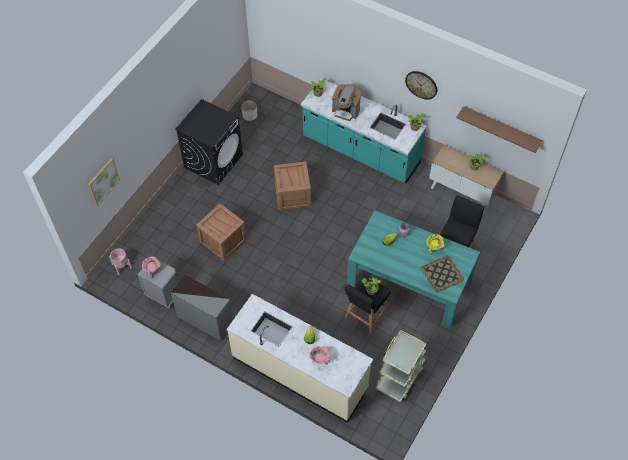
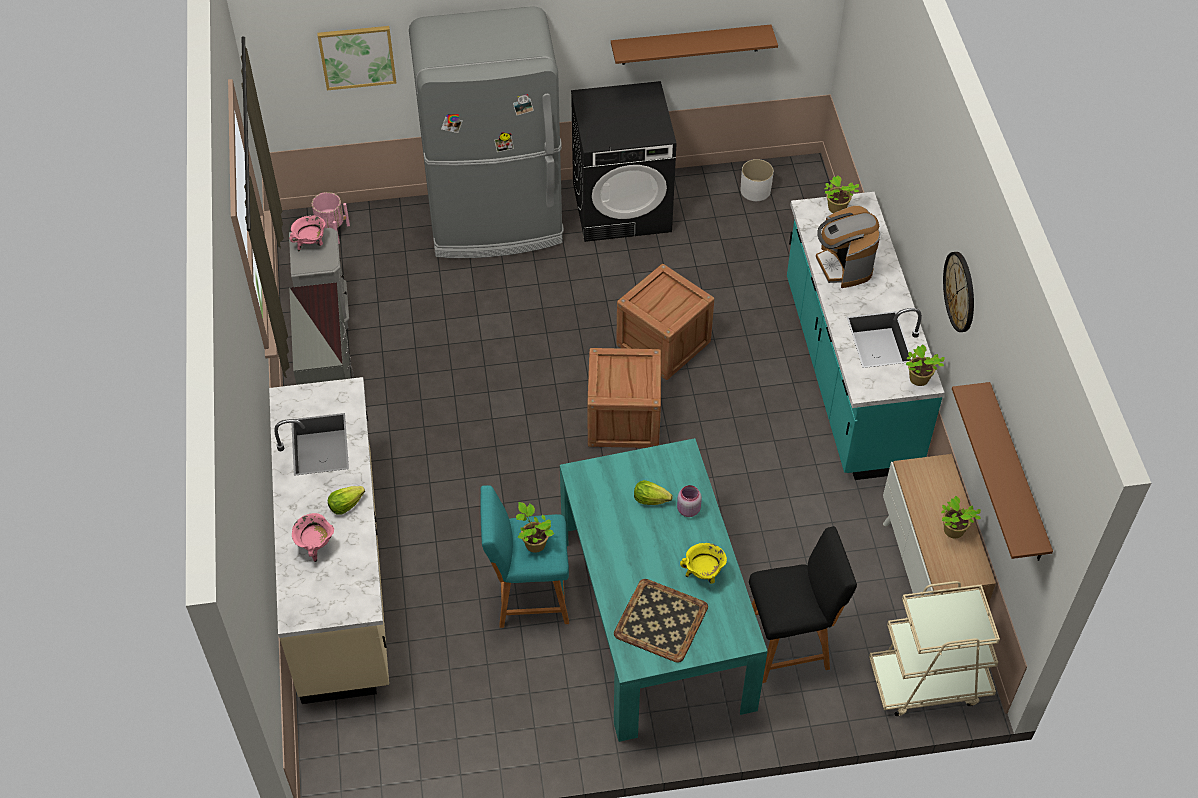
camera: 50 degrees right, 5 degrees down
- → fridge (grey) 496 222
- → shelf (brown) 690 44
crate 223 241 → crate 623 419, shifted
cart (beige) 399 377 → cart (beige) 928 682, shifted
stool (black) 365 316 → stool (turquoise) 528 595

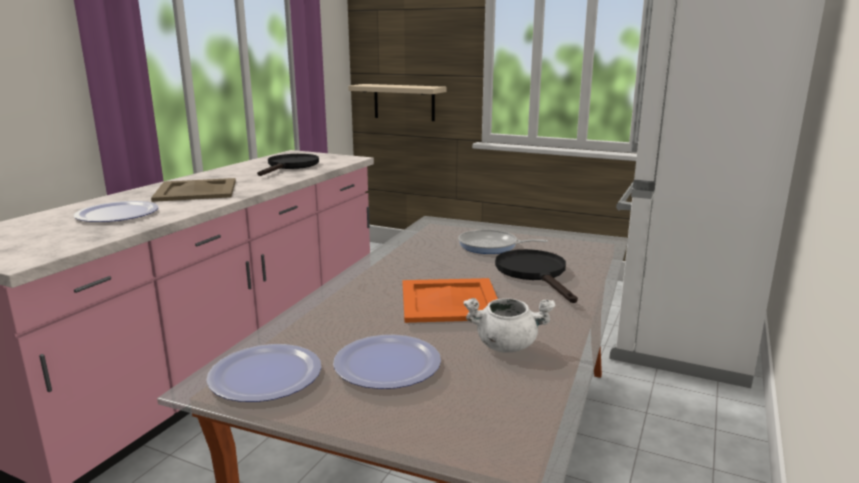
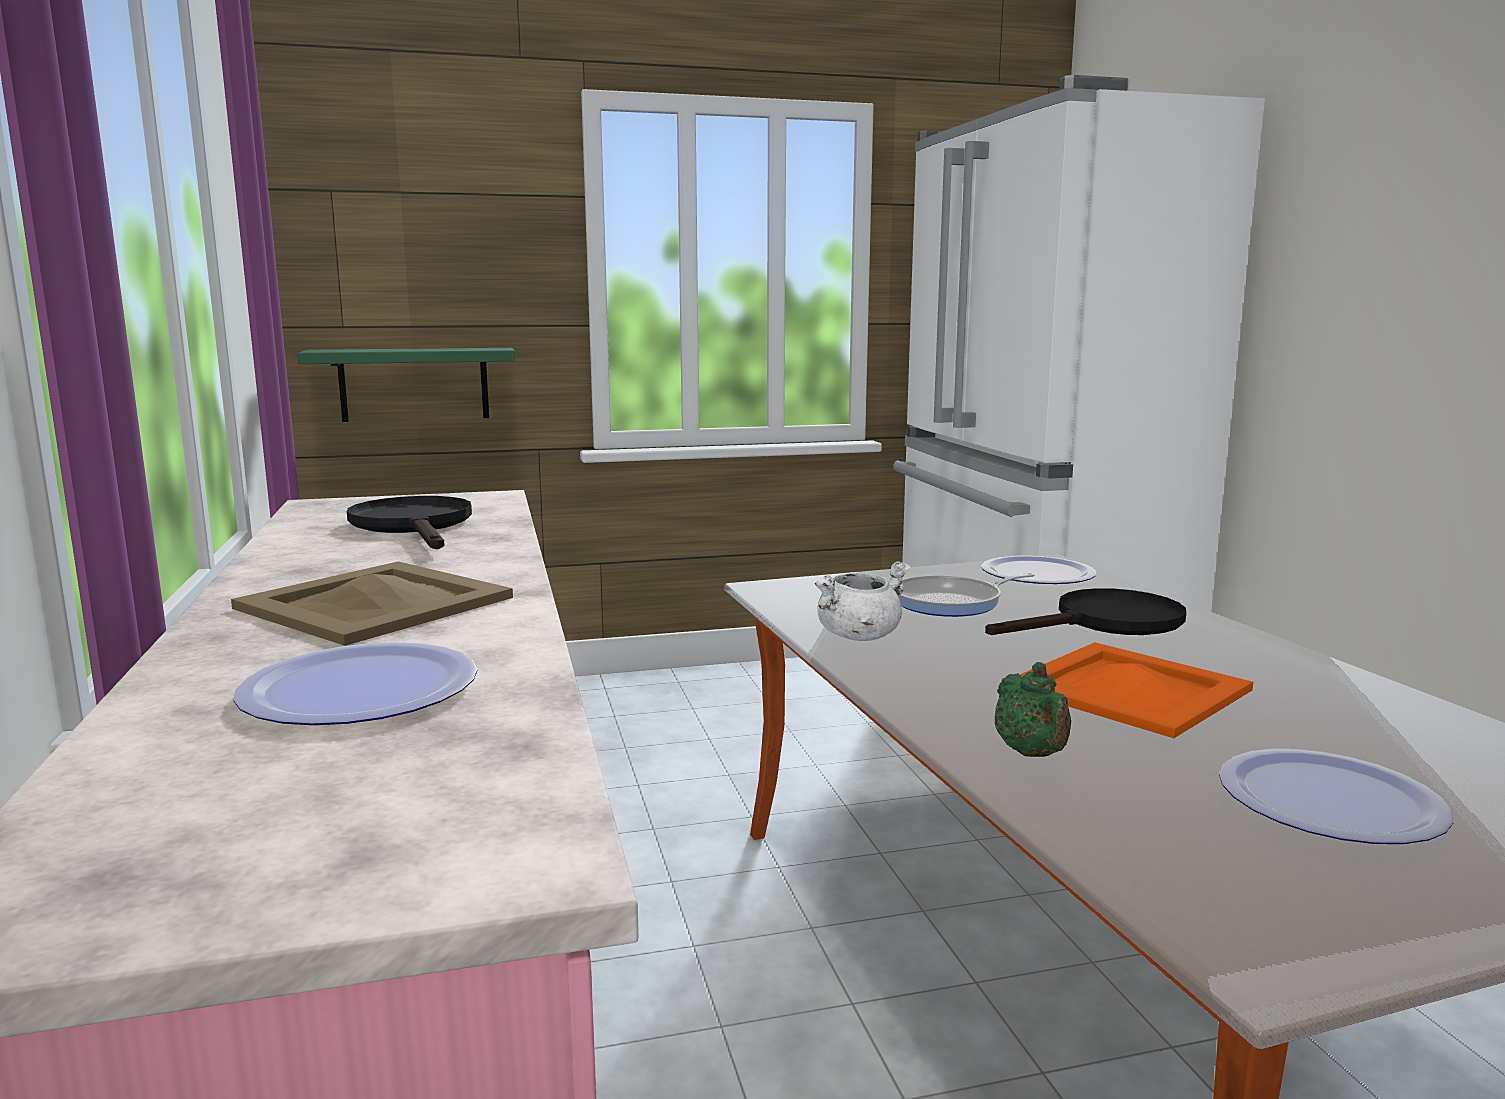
camera: 40 degrees left, 5 degrees down
- → teapot (green) 1032 754
plate 265 375 → plate 1037 573, shifted
cooking pot (white) 506 345 → cooking pot (white) 859 636, shifted
shelf (beige) 404 102 → shelf (green) 414 384
frying pan (black) 535 273 → frying pan (black) 1105 623, 120 degrees clockwise

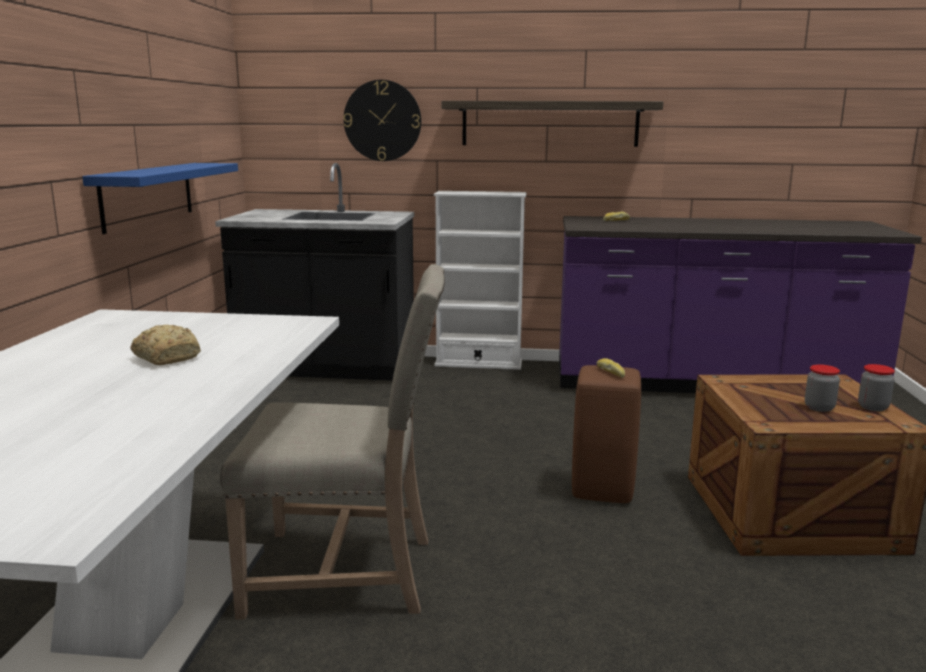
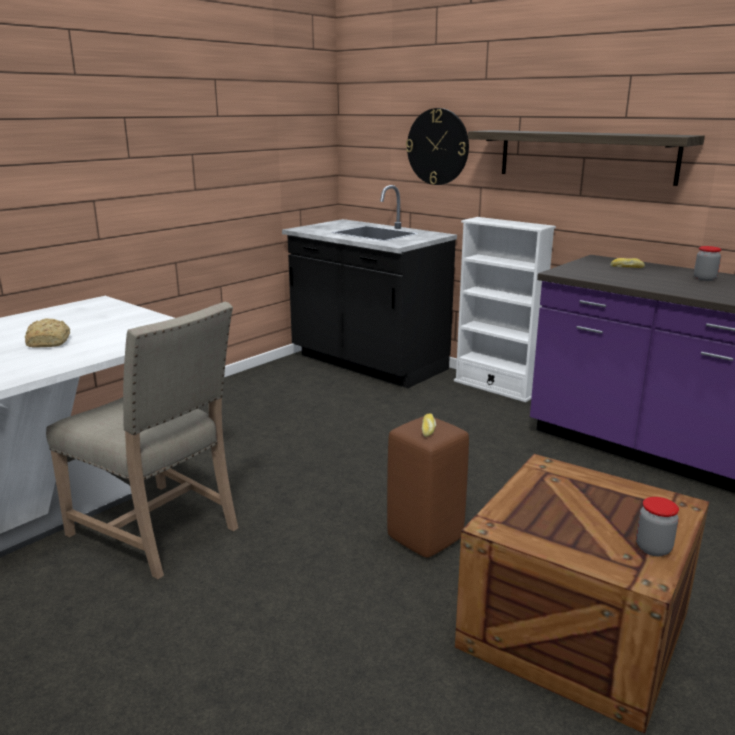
camera: 35 degrees right, 5 degrees up
shelf (blue) 148 195 → -
jar 819 408 → jar 704 279, shifted

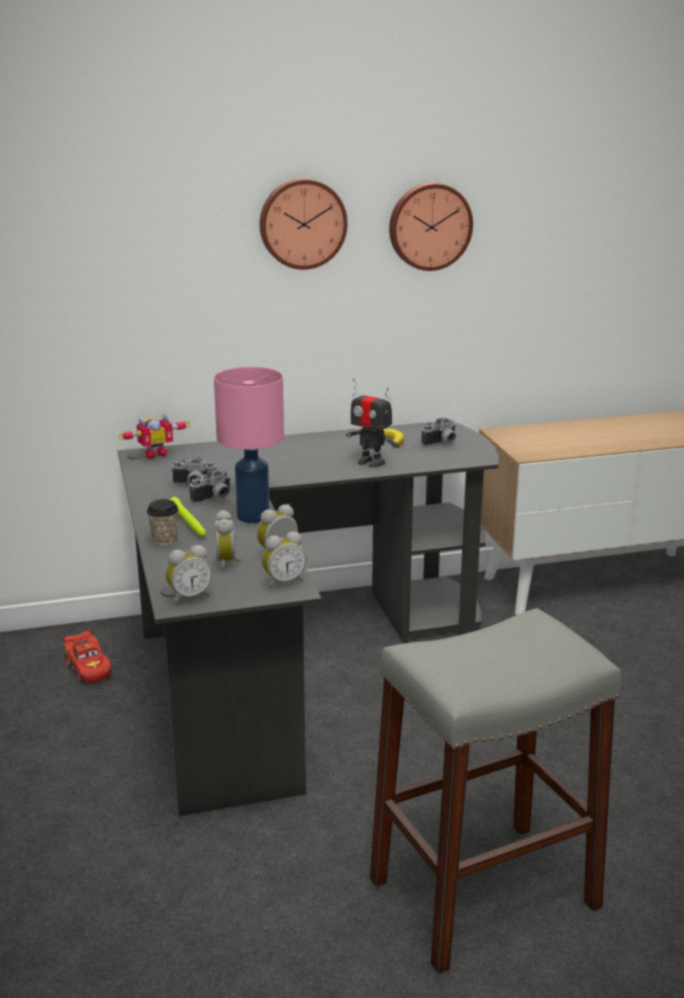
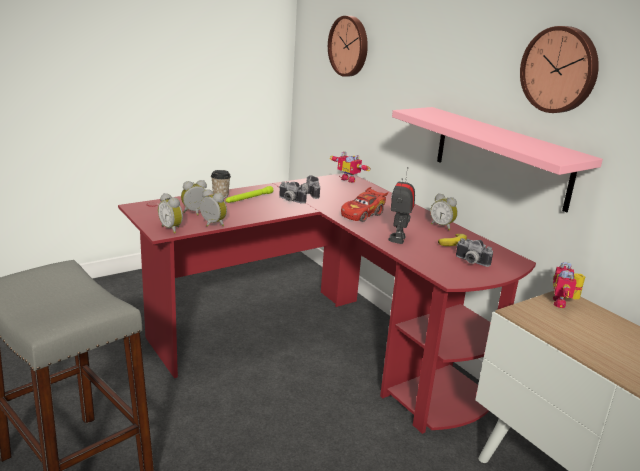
camera: 70 degrees right, 0 degrees up
table lamp (pink) 254 516 → -
- → shelf (pink) 501 157
- → toy robot 563 303
toy car (red) 88 668 → toy car (red) 363 214, shifted
alarm clock 189 597 → alarm clock 442 226, shifted
wall clock 302 223 → wall clock 349 46, shifted
desk (black) 287 662 → desk (red) 323 347

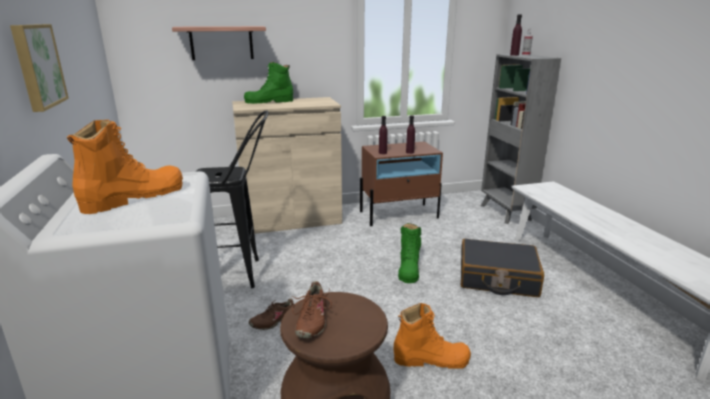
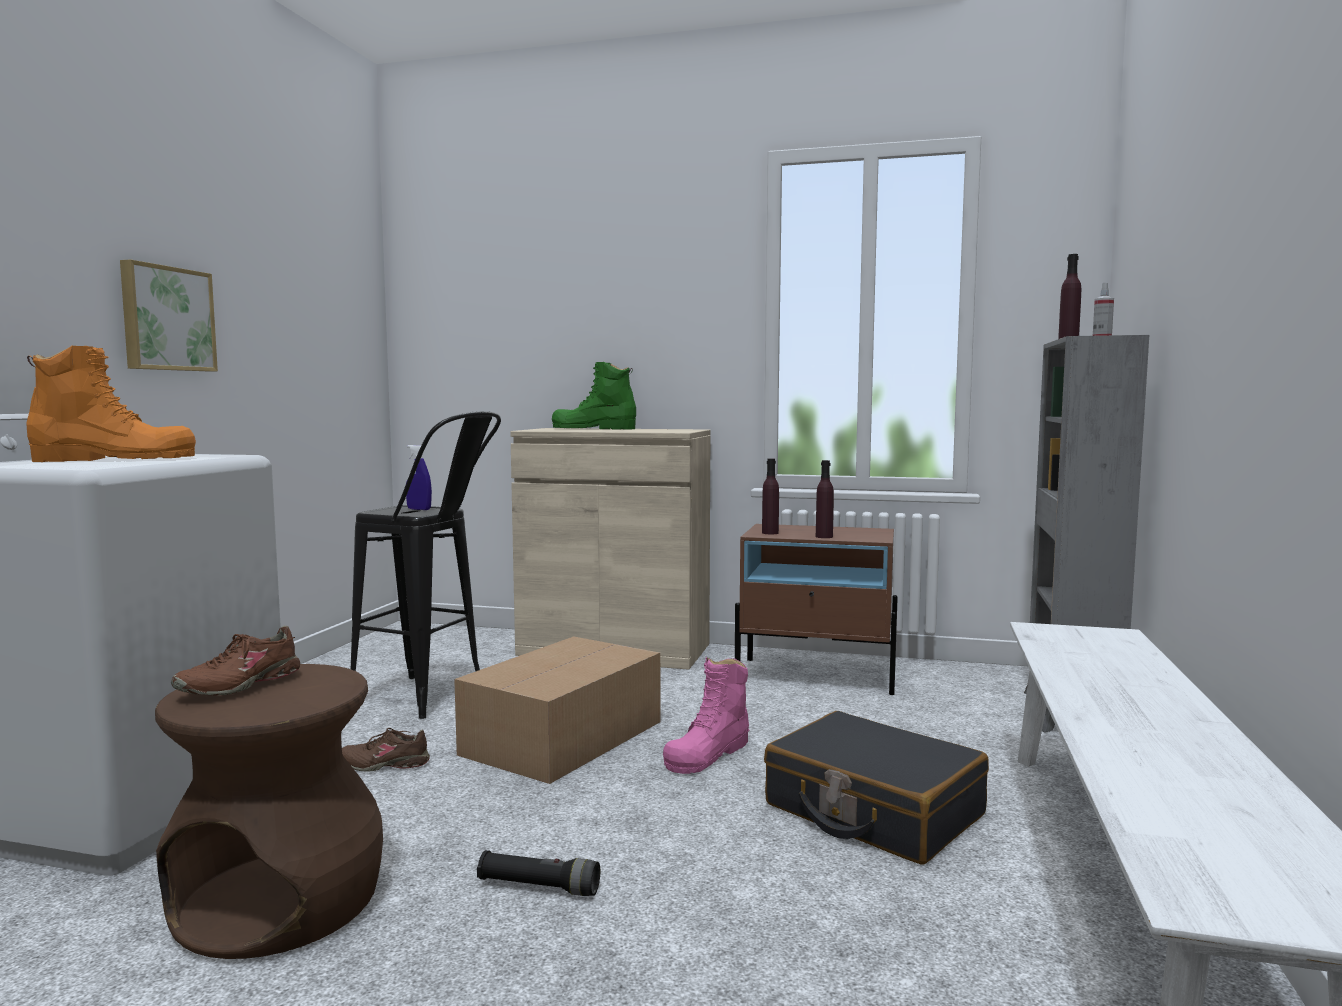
camera: 30 degrees right, 15 degrees down
shelf 221 43 → -
- → spray bottle (blue) 419 509
- → cardboard box 560 738
boot (orange) 431 359 → flashlight (black) 539 887
boot (green) 408 269 → boot (pink) 708 754

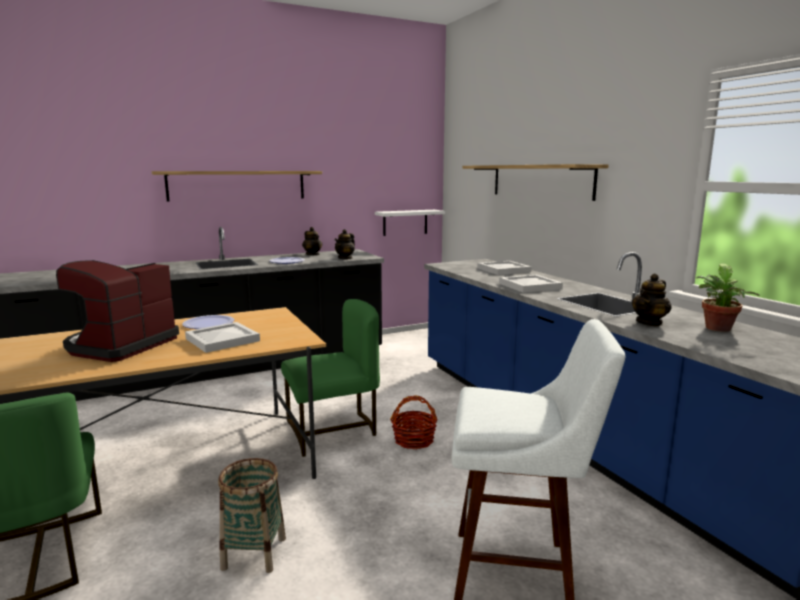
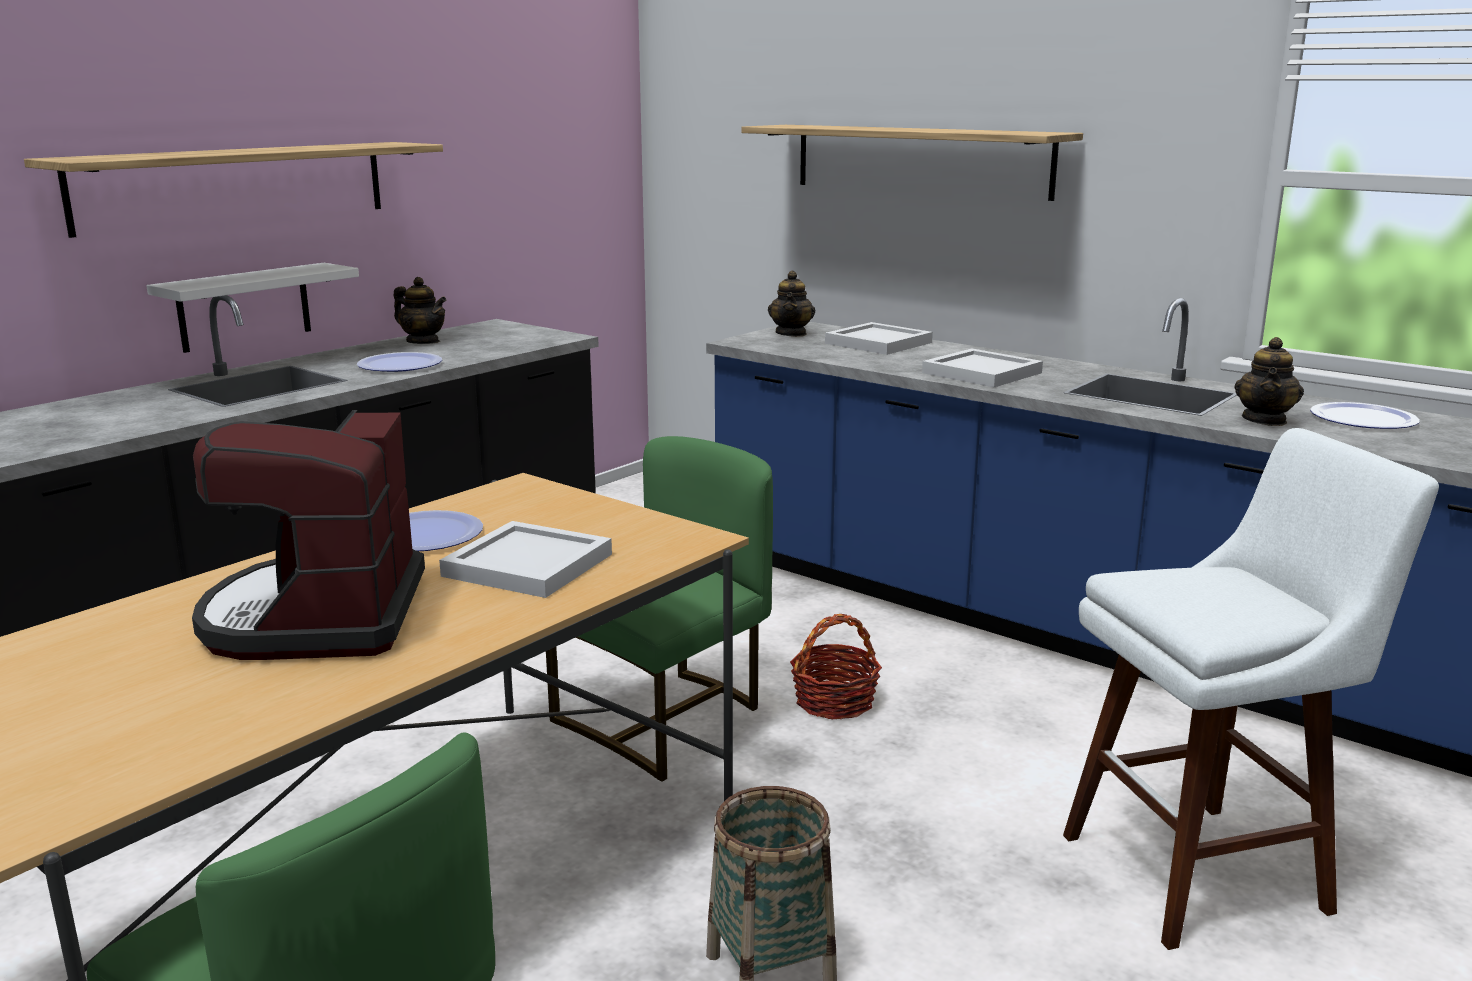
camera: 25 degrees left, 5 degrees up
teapot 345 258 → teapot 791 333, shifted
shelf (white) 405 222 → shelf (white) 244 307, shifted
potted plant 718 329 → plate 1363 419

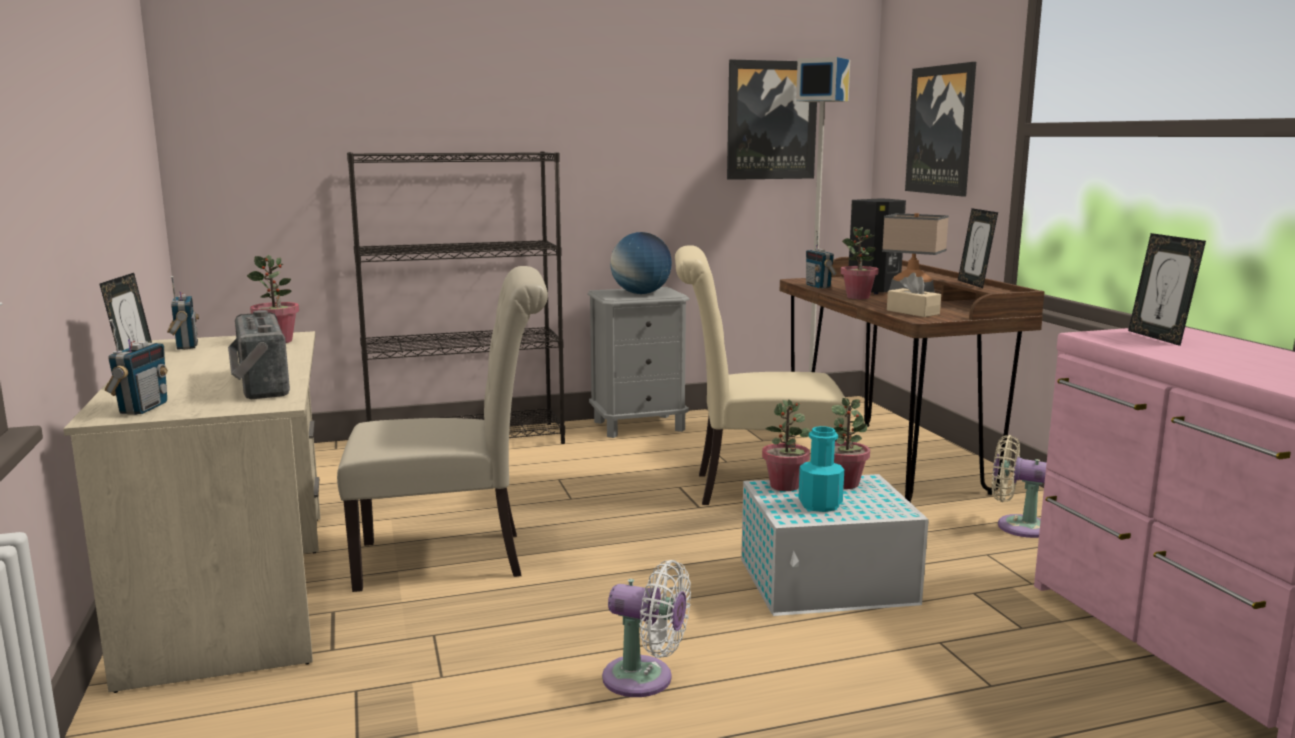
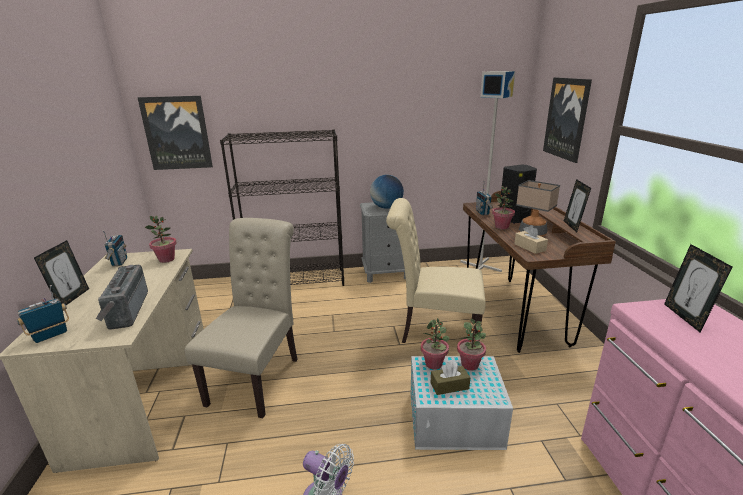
camera: 10 degrees right, 10 degrees up
fan (beige) 1017 526 → -
picture 771 120 → picture 177 133, shifted
bottle (turquoise) 820 505 → tissue box (brown) 449 386
radio 143 408 → radio 50 335, 150 degrees counterclockwise
chair (beige) 453 558 → chair (beige) 258 377, 75 degrees counterclockwise

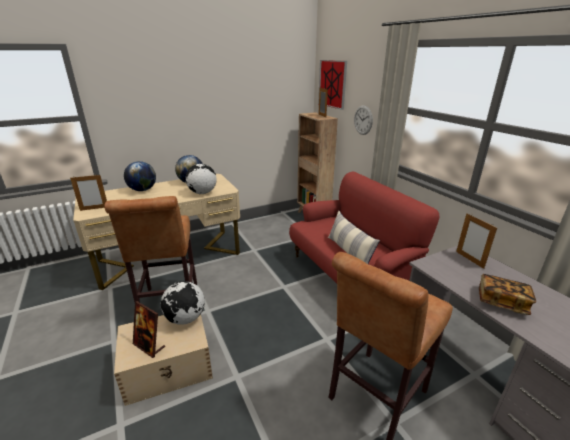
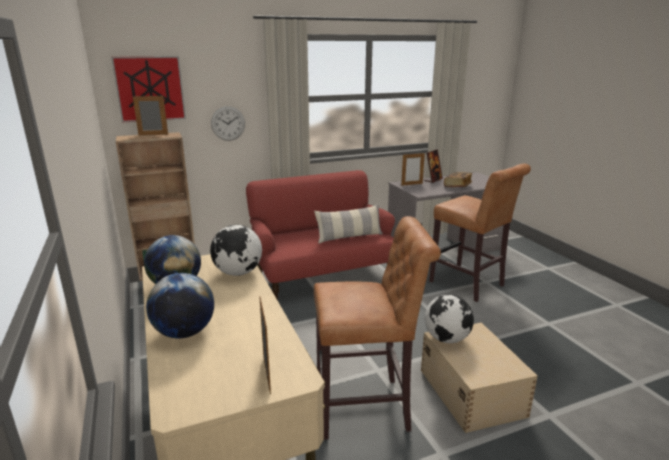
camera: 85 degrees left, 5 degrees down
picture frame 149 346 → picture frame 433 180, shifted

